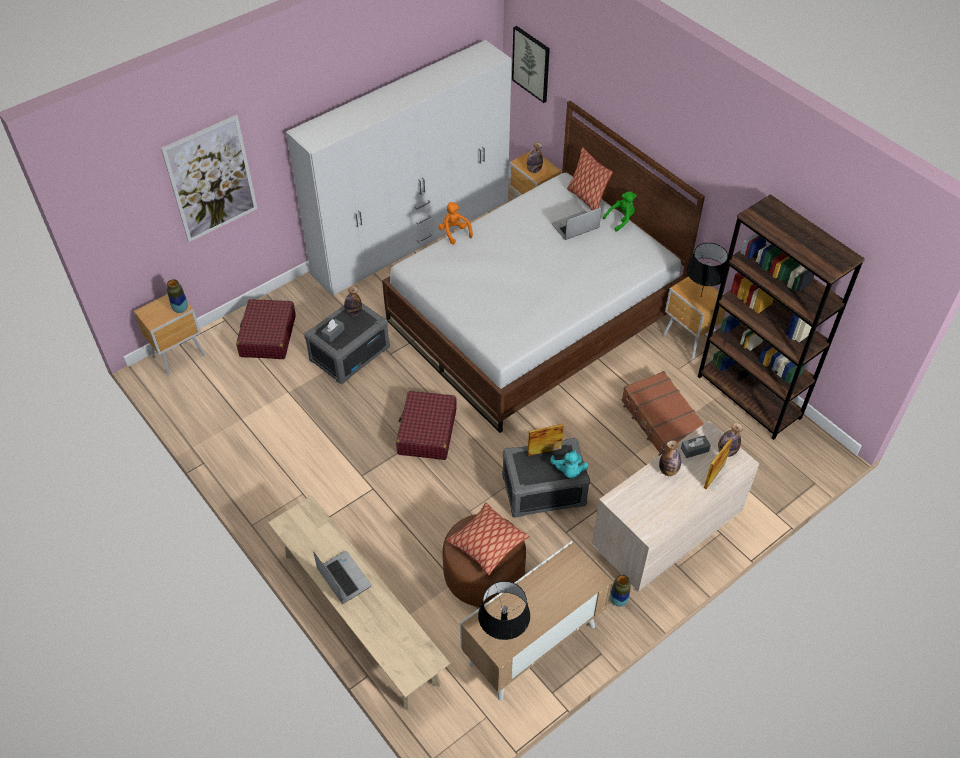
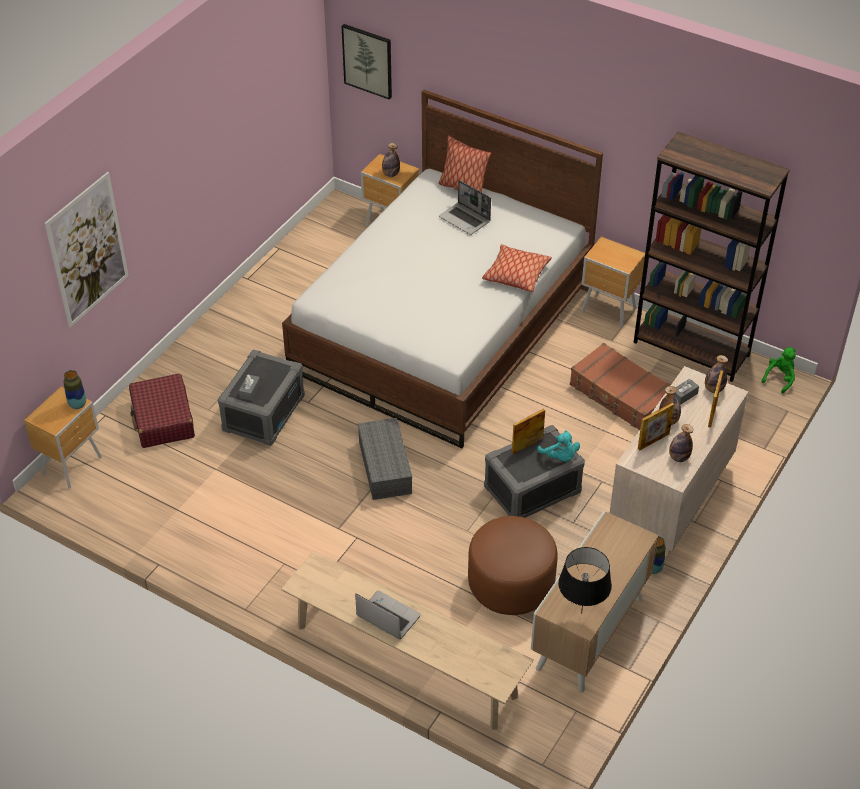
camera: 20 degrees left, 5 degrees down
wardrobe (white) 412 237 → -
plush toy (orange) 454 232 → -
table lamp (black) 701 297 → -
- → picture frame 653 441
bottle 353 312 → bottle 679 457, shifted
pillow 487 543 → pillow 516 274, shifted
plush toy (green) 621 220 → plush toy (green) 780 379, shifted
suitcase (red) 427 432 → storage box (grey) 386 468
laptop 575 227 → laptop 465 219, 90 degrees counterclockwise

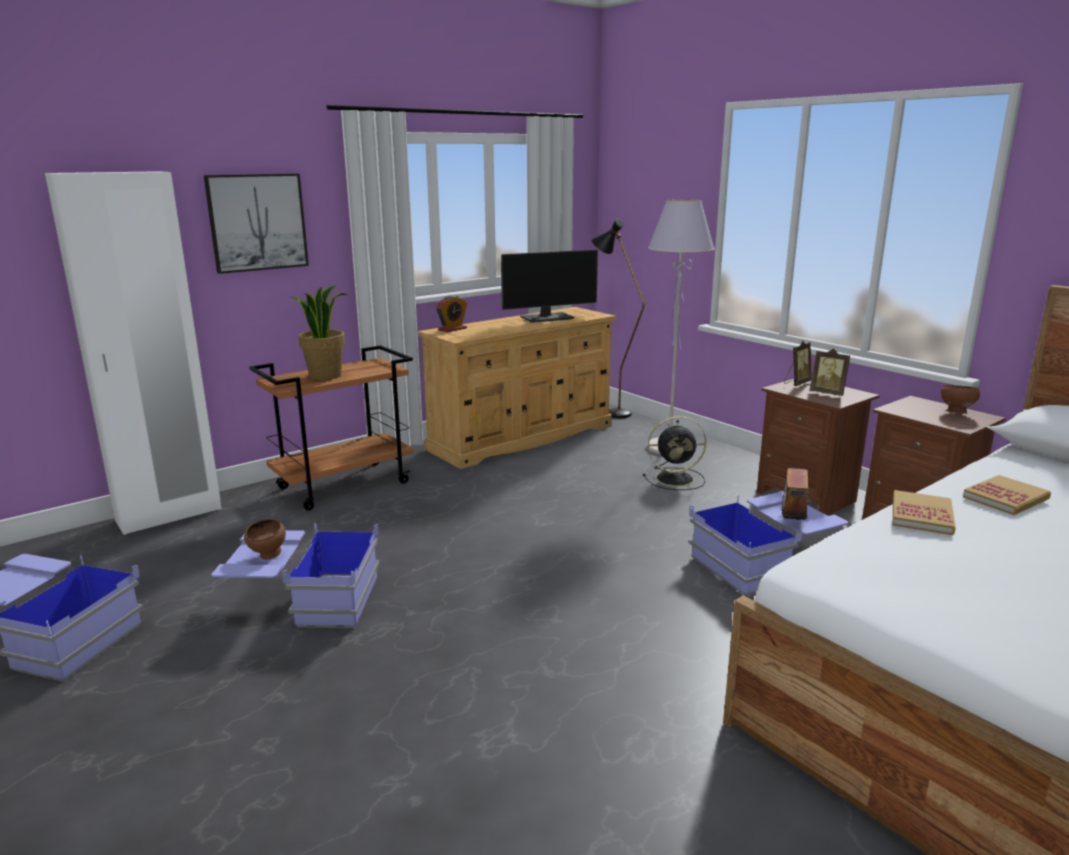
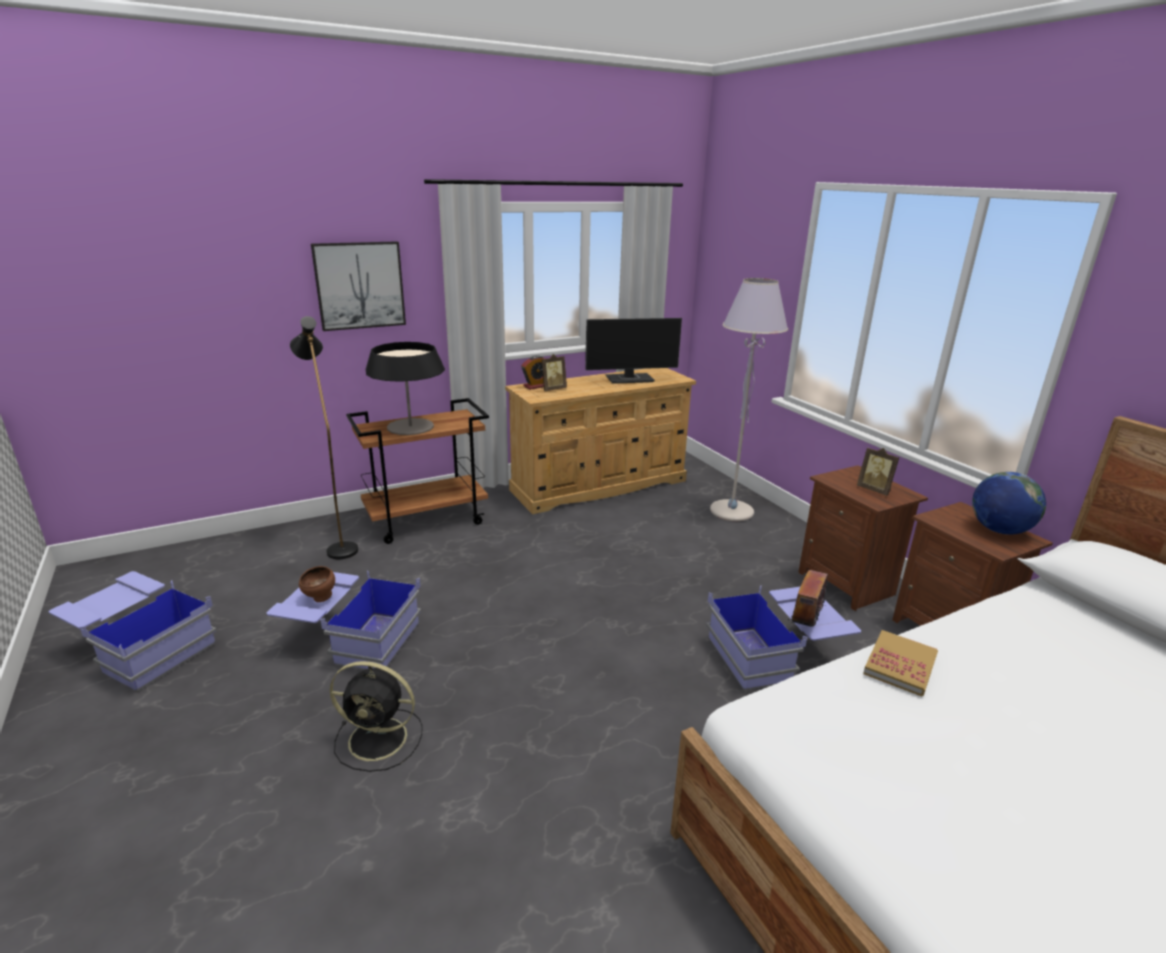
camera: 10 degrees right, 5 degrees up
wardrobe (white) 169 515 → -
book 1005 498 → -
floor lamp (black) 611 412 → floor lamp (black) 339 546, shifted
fan (black) 676 479 → fan (black) 380 739, shifted
picture frame 796 383 → picture frame 552 389, shifted
potted plant 325 376 → table lamp 410 427
bowl (brown) 955 413 → globe 999 530

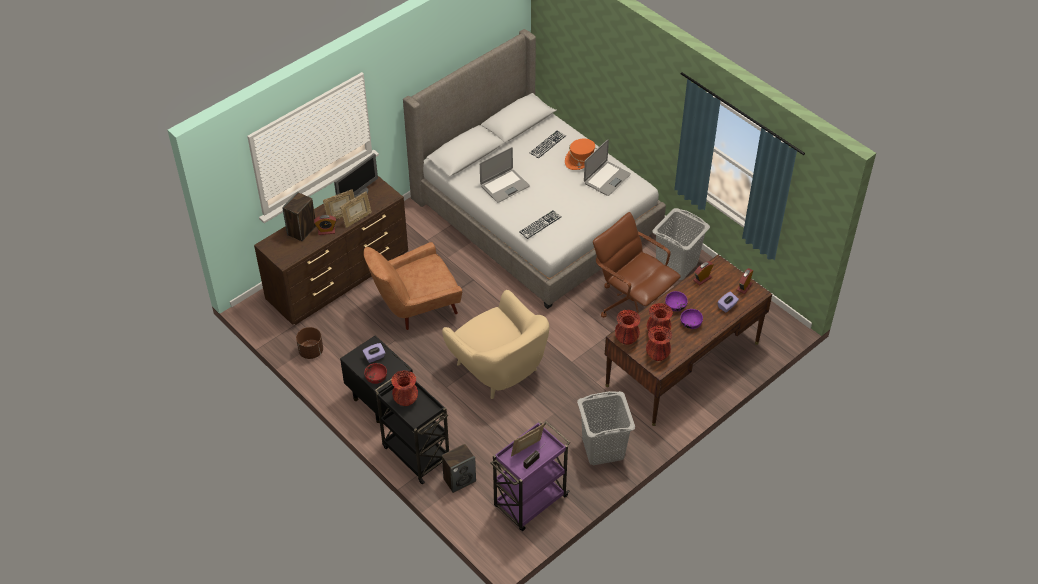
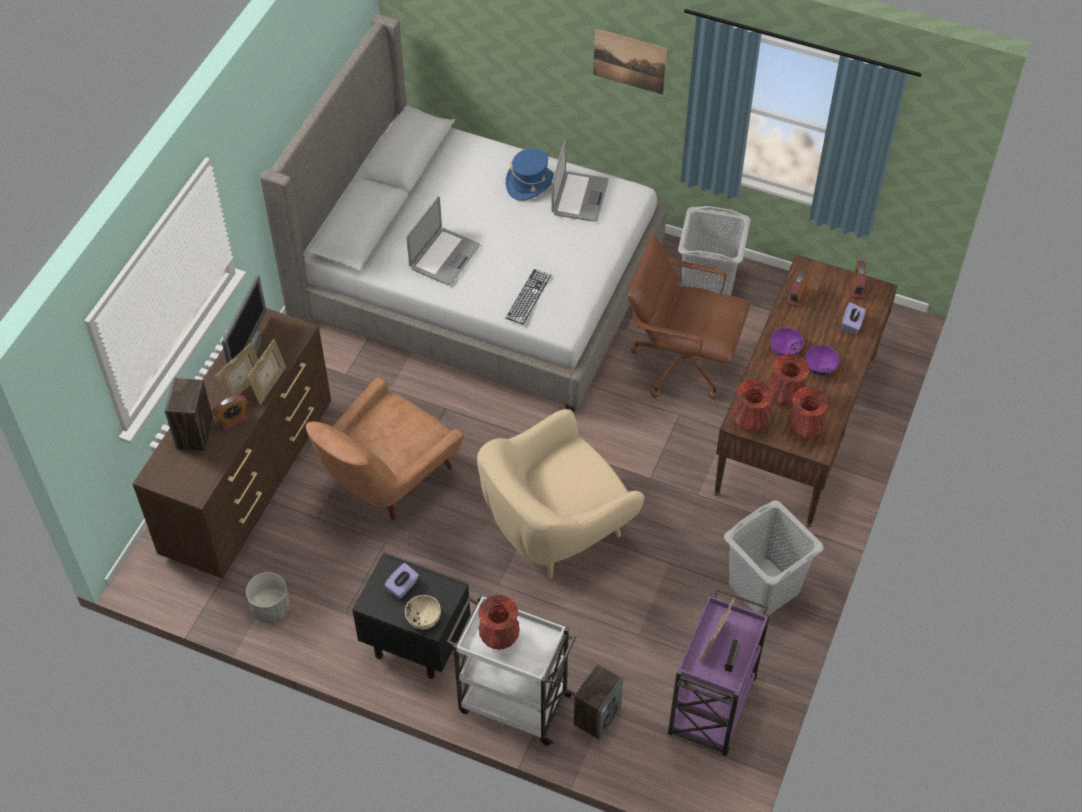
camera: 25 degrees left, 5 degrees up
keyboard 547 144 → -
- → picture 629 61
planter (brown) 311 351 → planter (grey) 270 608
bowl (red) 376 377 → bowl (beige) 423 617
cart (black) 415 453 → cart (white) 512 702
hat (orange) 581 161 → hat (blue) 530 183
armchair (beige) 498 369 → armchair (beige) 556 528, 120 degrees clockwise

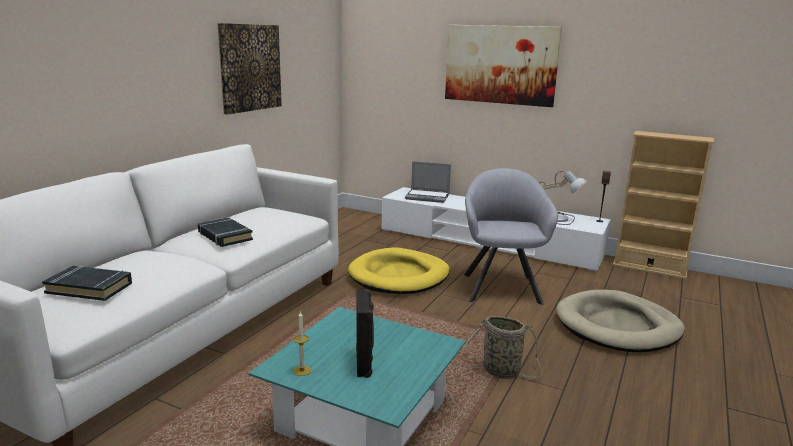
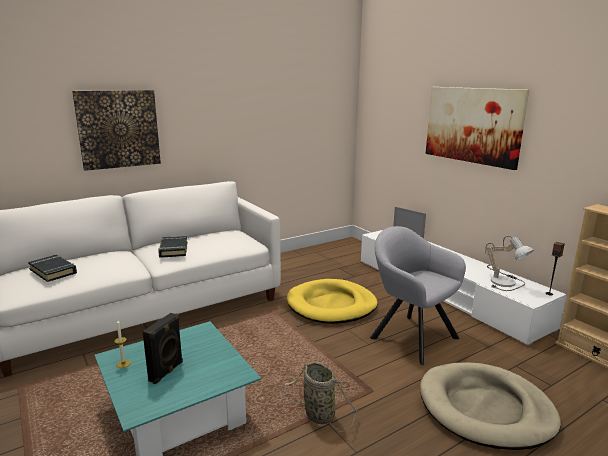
camera: 30 degrees right, 0 degrees up
picture 250 67 → picture 118 129, shifted
armchair (grey) 501 286 → armchair (grey) 410 336, 75 degrees counterclockwise

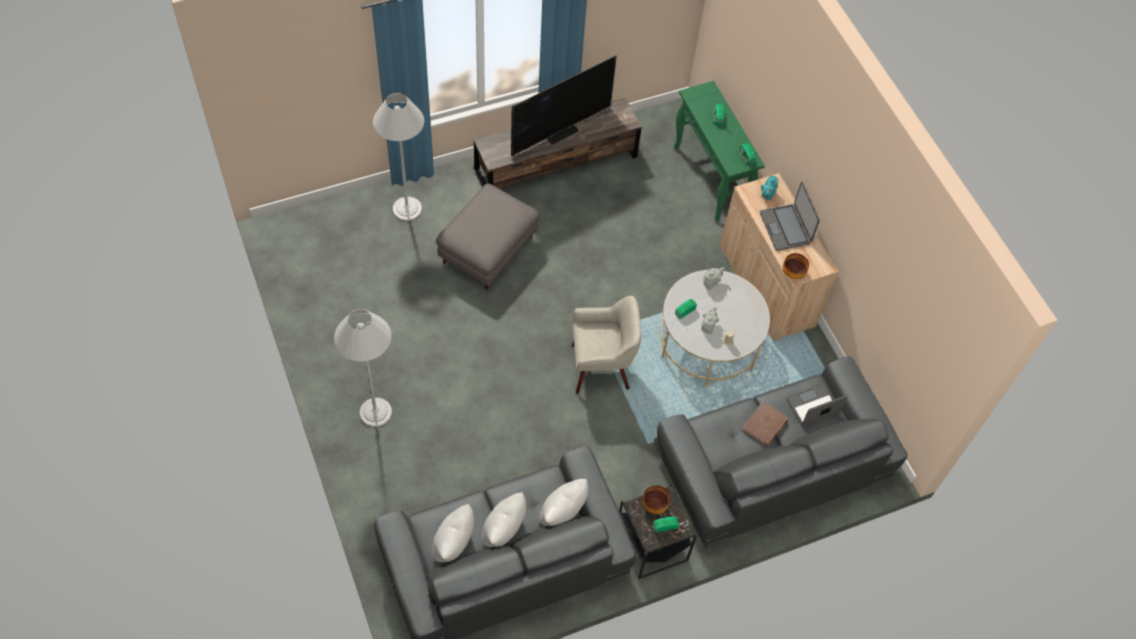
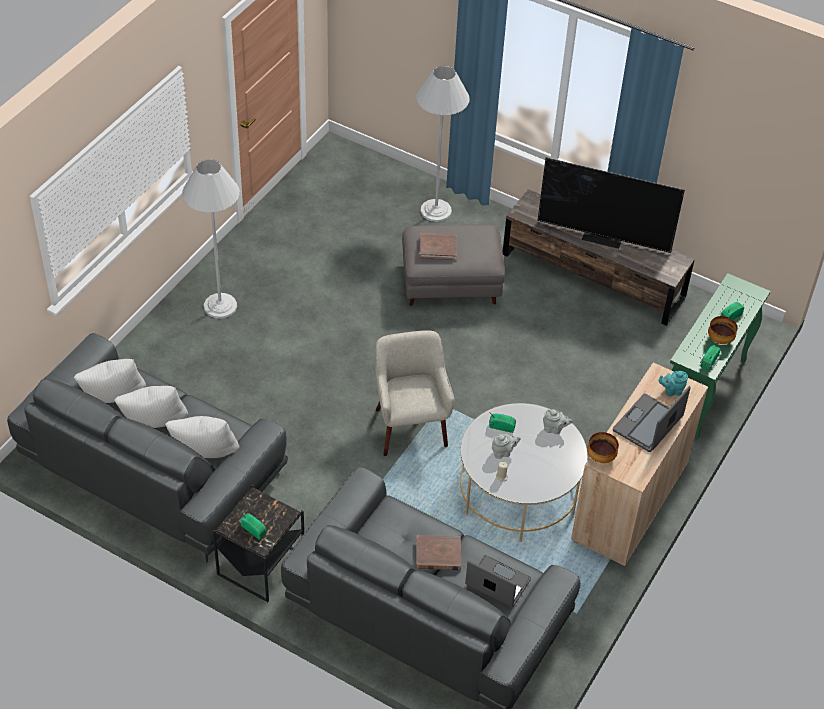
camera: 55 degrees right, 10 degrees down
- → book (brown) 437 248
bowl 655 505 → bowl 720 340, shifted
armchair (beige) 601 367 → armchair (beige) 410 427, 150 degrees counterclockwise

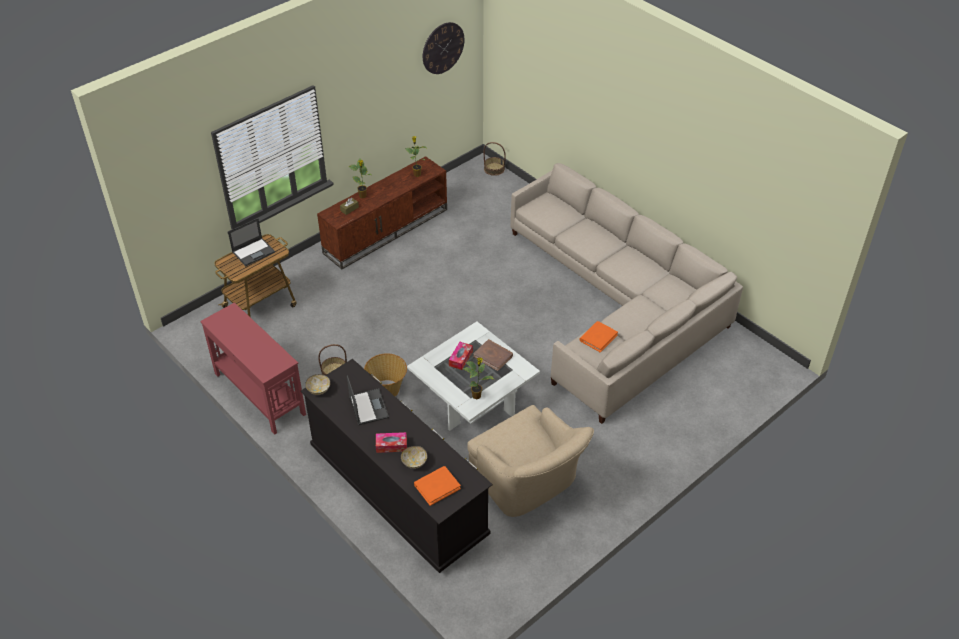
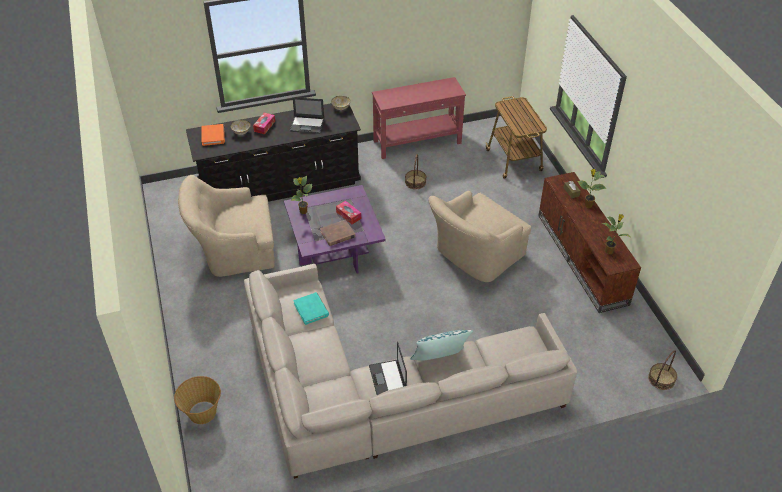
camera: 115 degrees right, 0 degrees up
wall clock 443 48 → -
- → pillow 439 361
- → armchair (beige) 474 256
laptop 254 252 → laptop 388 378, shifted
basket 387 389 → basket 202 413, shifted
coffee table (white) 473 399 → coffee table (purple) 335 248
book (orange) 598 338 → book (turquoise) 311 309

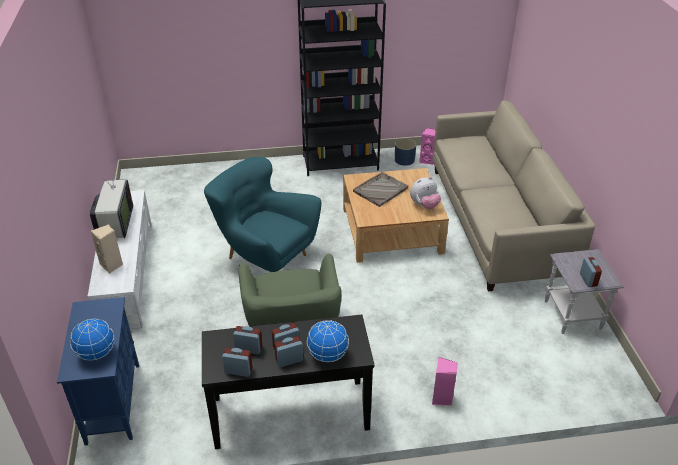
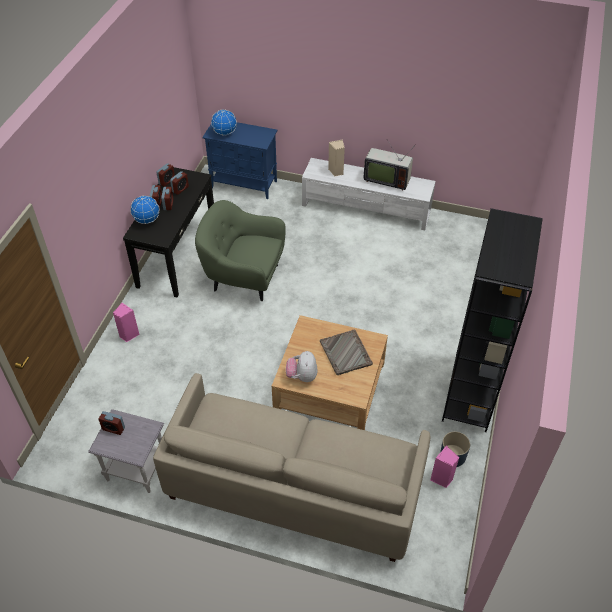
camera: 115 degrees right, 10 degrees up
armchair (turquoise) 265 256 → -

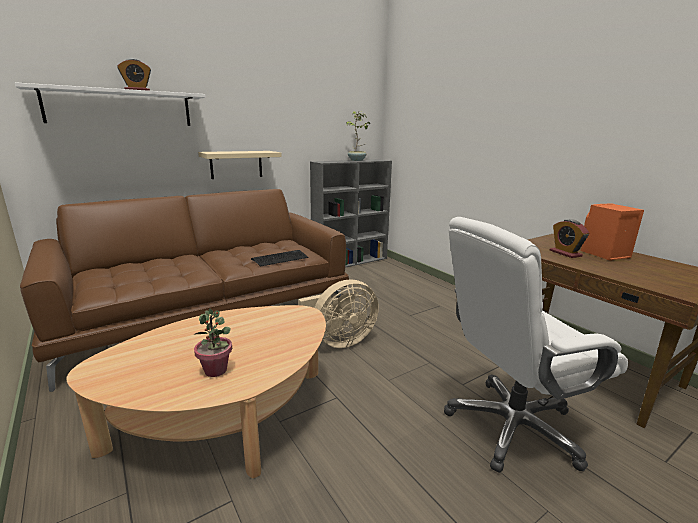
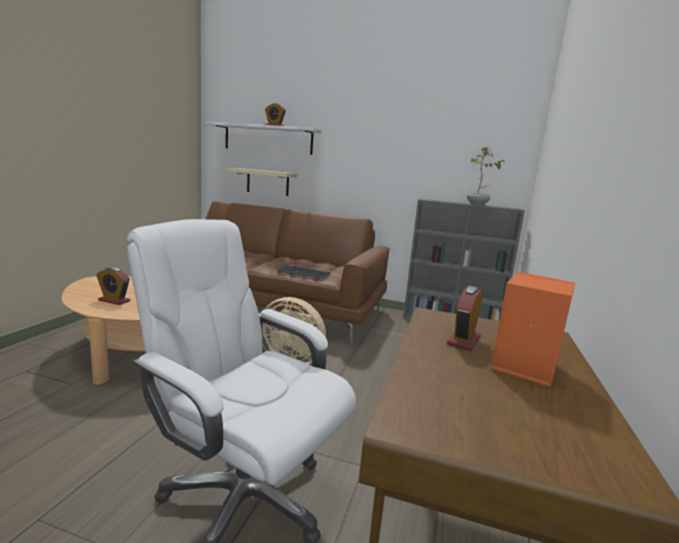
camera: 50 degrees right, 5 degrees down
shelf (beige) 236 164 → shelf (beige) 267 182, shifted
potted plant 216 370 → alarm clock 114 301

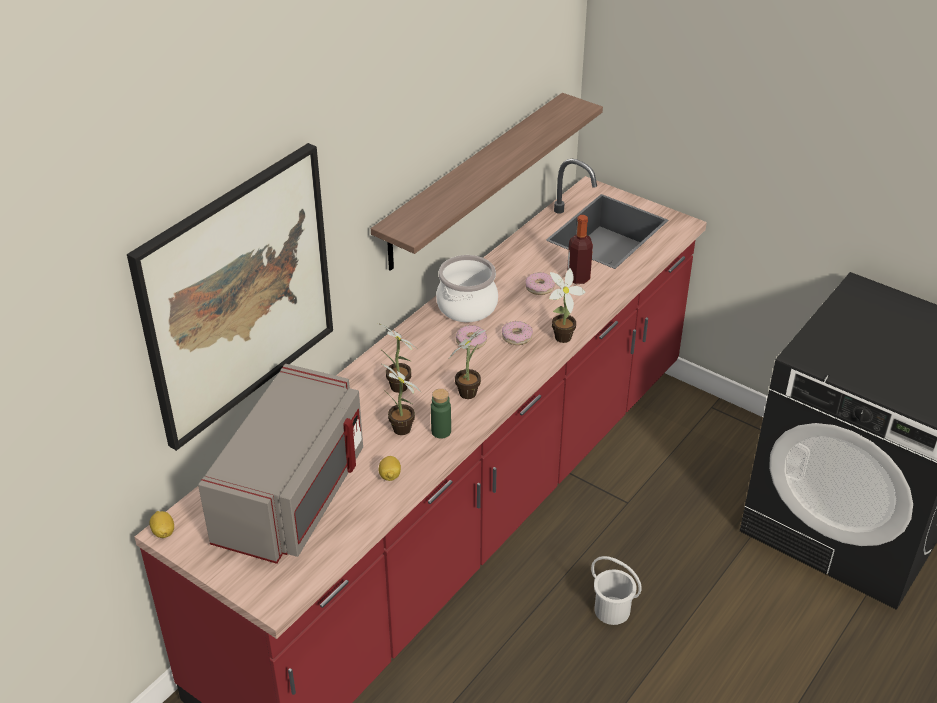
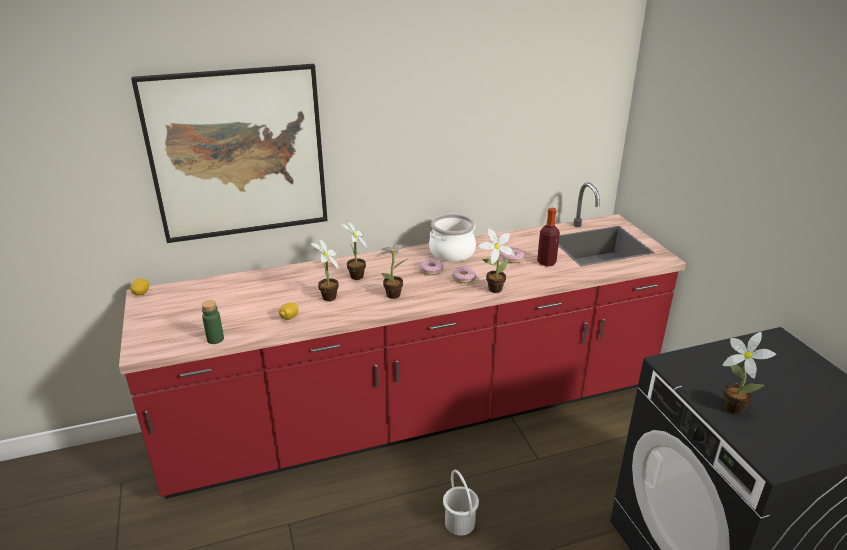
camera: 35 degrees right, 10 degrees down
microwave (grey) 293 496 → -
shelf 473 180 → -
- → potted plant 731 406
bottle (green) 441 431 → bottle (green) 215 339, shifted

